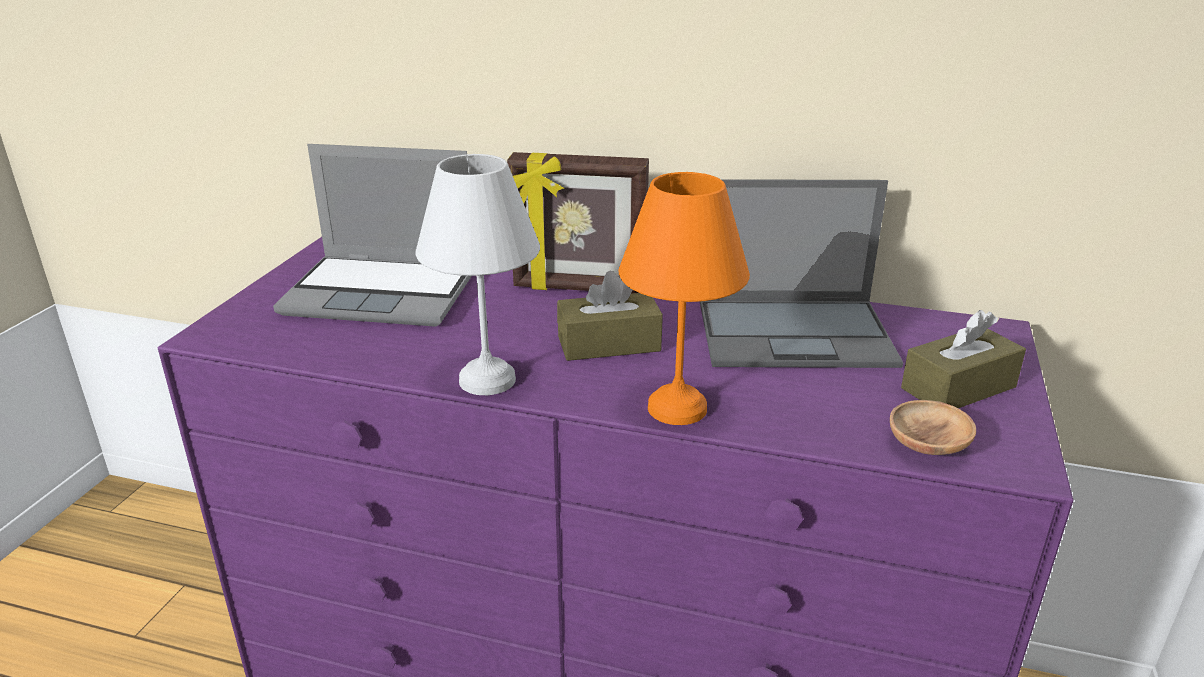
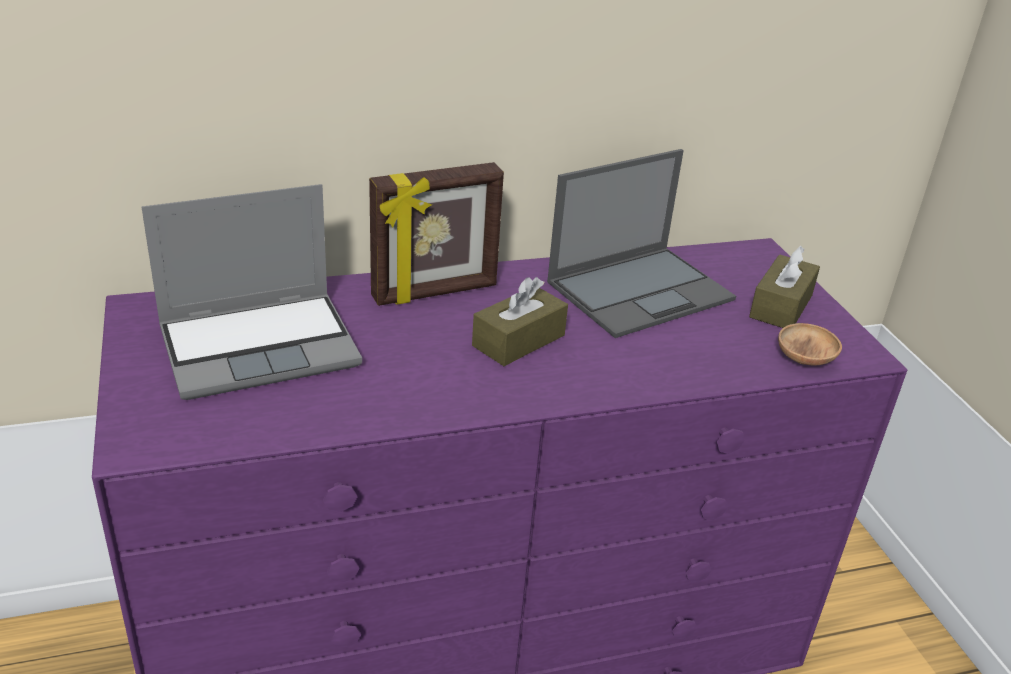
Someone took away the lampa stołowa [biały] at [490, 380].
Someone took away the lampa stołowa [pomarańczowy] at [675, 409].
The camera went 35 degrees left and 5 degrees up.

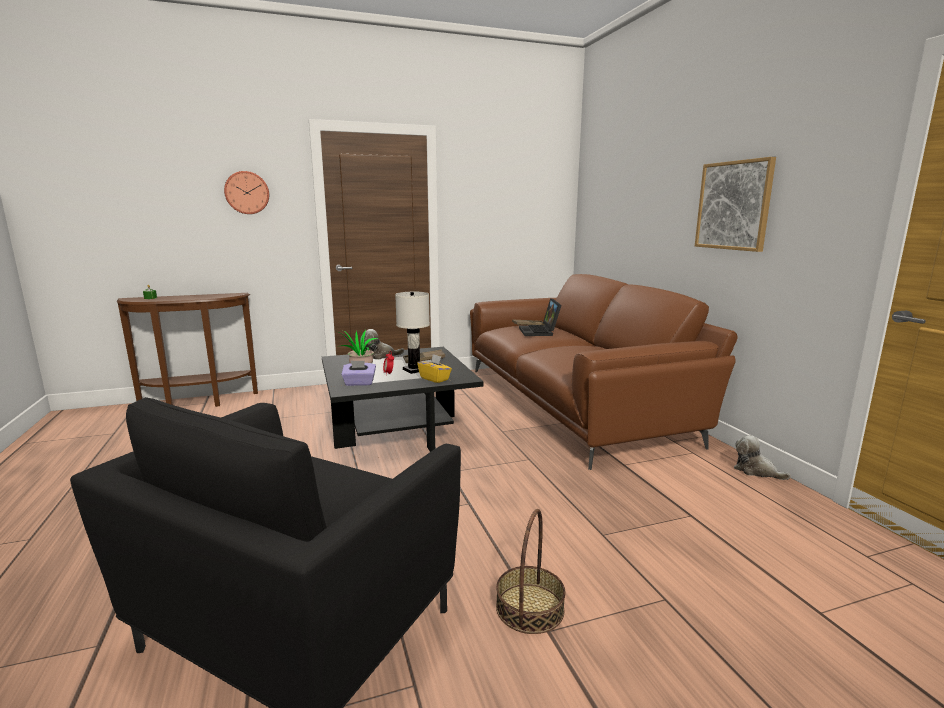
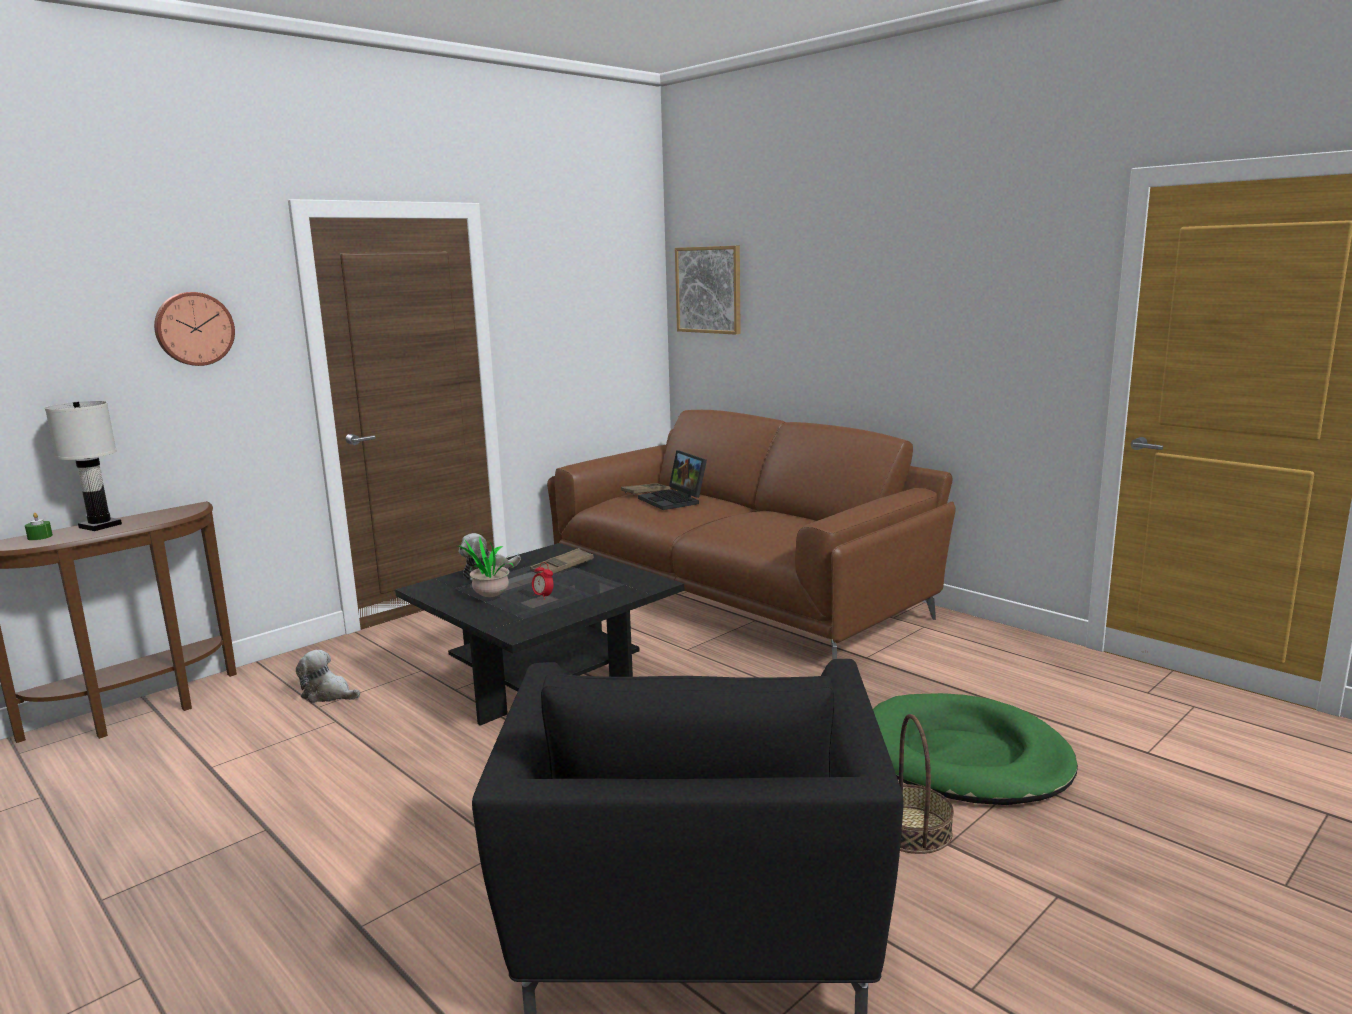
Someone took away the pudełko chusteczek [fioletowy] at [359, 383].
Someone carried the lampa stołowa [biały] from [414, 370] to [100, 526].
Someone took away the pudełko chusteczek [żółty] at [435, 379].
Someone carried the obraz from [733, 205] to [709, 290].
Someone carried the pluszak from [756, 471] to [328, 694].
Someone put down the legowisko [zielony] at [965, 757].
The camera went 25 degrees left and 0 degrees up.

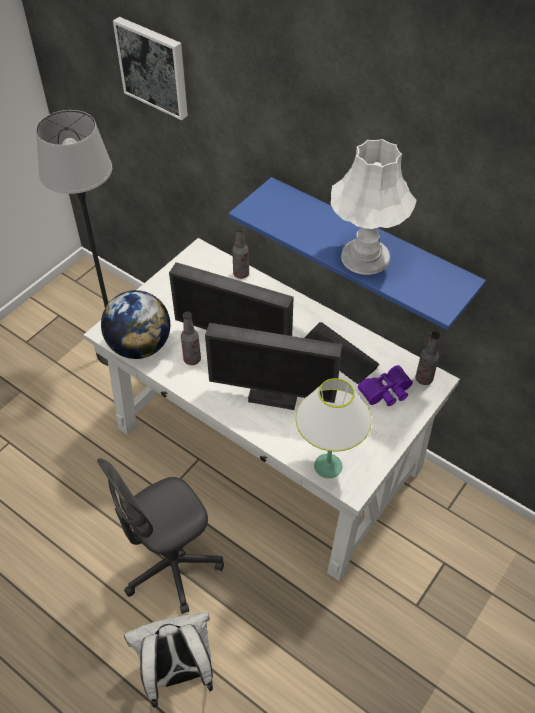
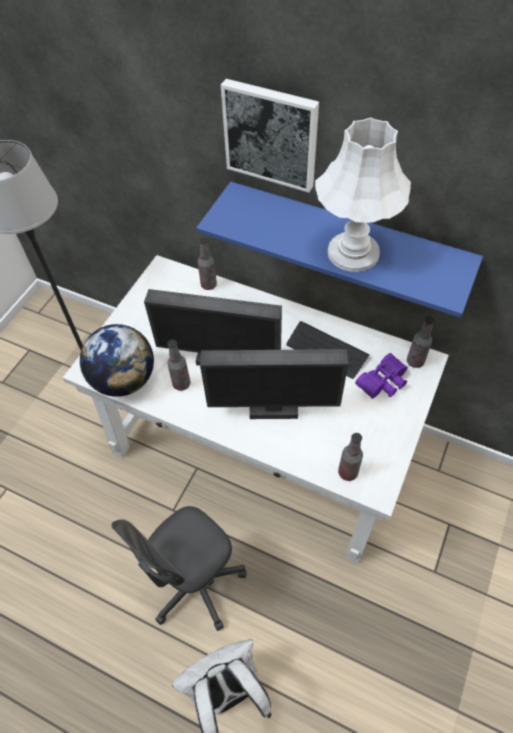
Someone carried the obraz from [154, 67] to [271, 134].
Someone swapped the lampa stołowa [biały] at [328, 466] for the butelka at [347, 472].
The camera went 10 degrees left and 5 degrees up.

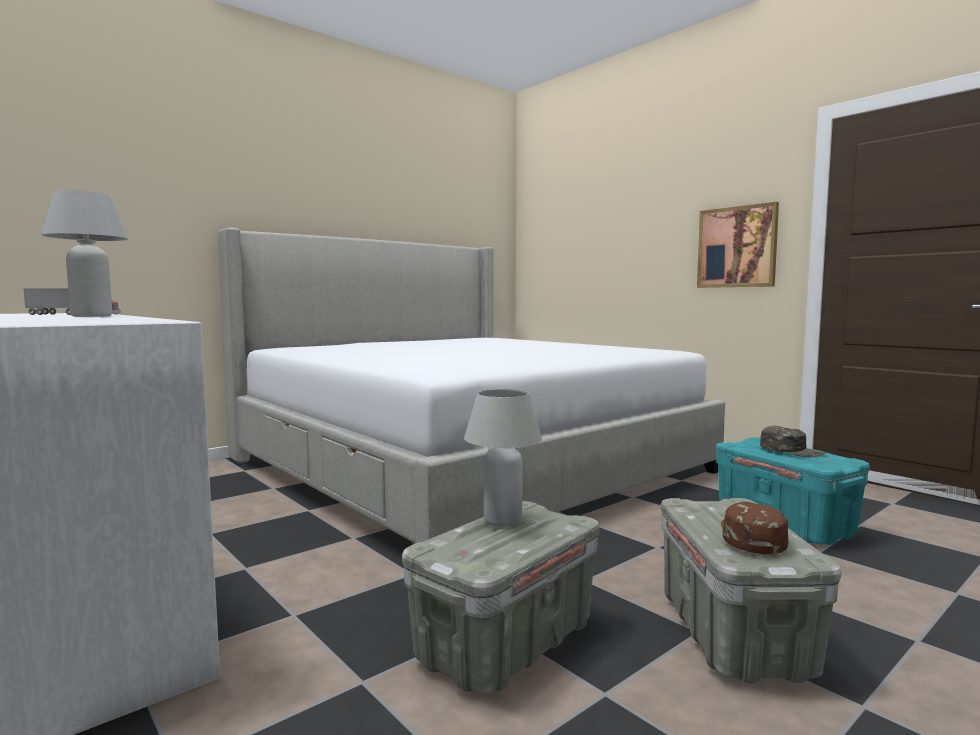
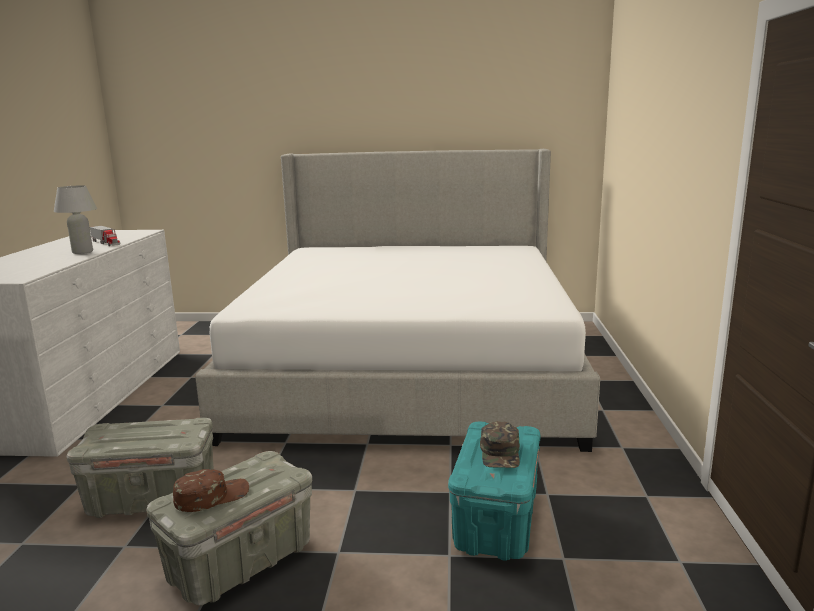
Someone took away the lampa stołowa [biały] at [502, 520].
Someone took away the obraz at [737, 247].
The camera went 45 degrees right and 10 degrees up.

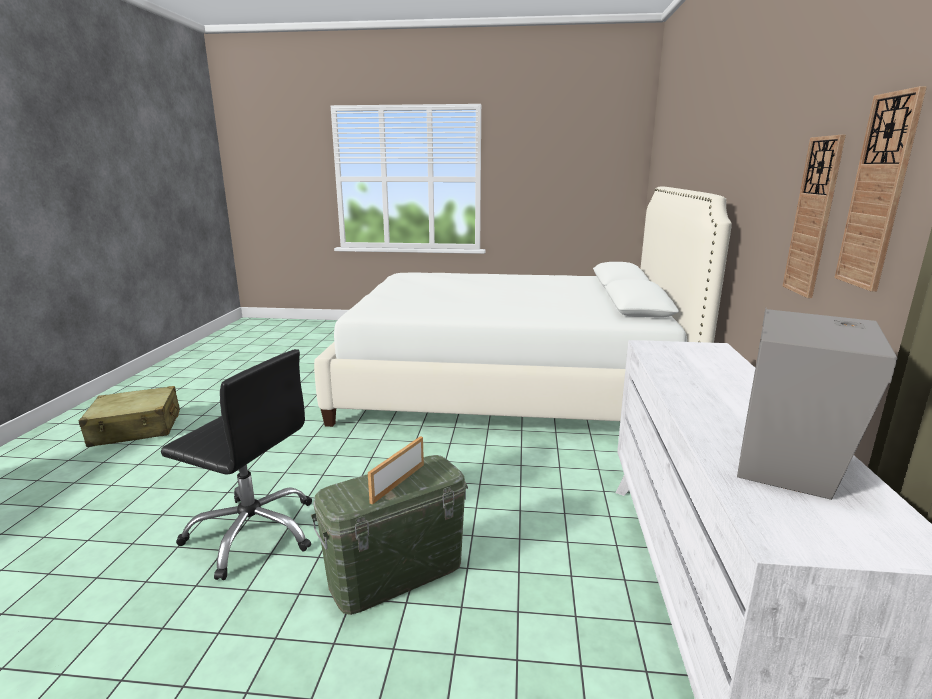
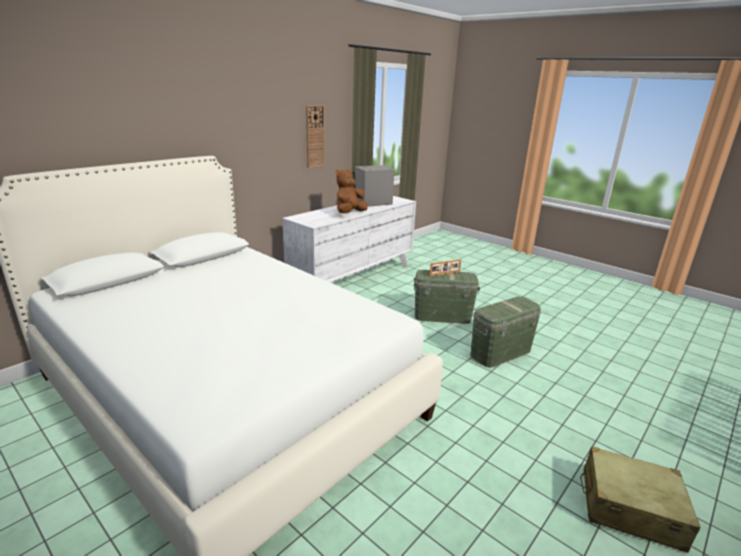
Someone swapped the krzesło biurowe [czarny] at [253, 532] for the pojemnik do przechowywania [zielony] at [500, 352].
Someone took away the zegar ścienny at [813, 217].
Someone put down the pluszak [brązowy] at [349, 213].
The camera went 145 degrees left and 5 degrees up.

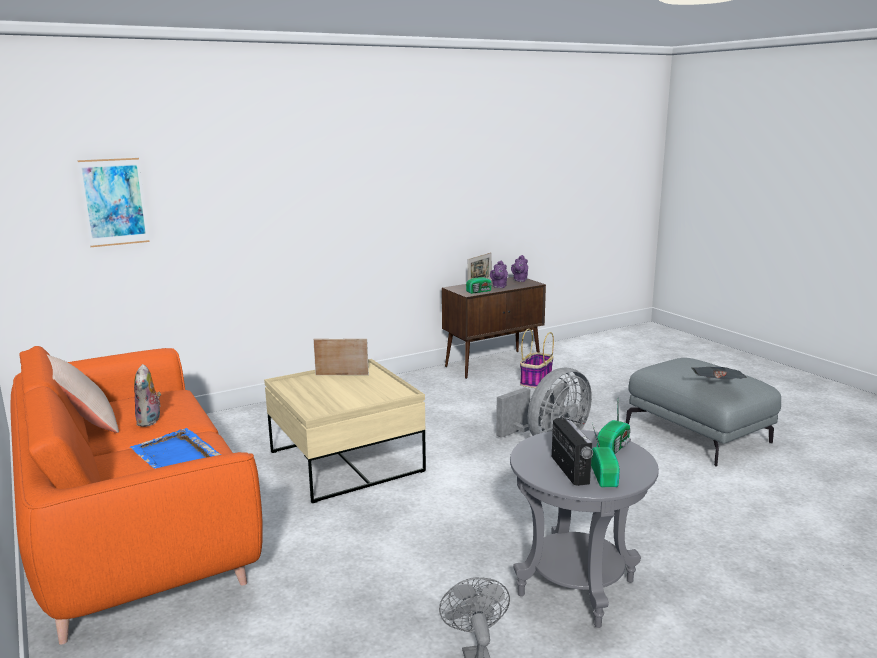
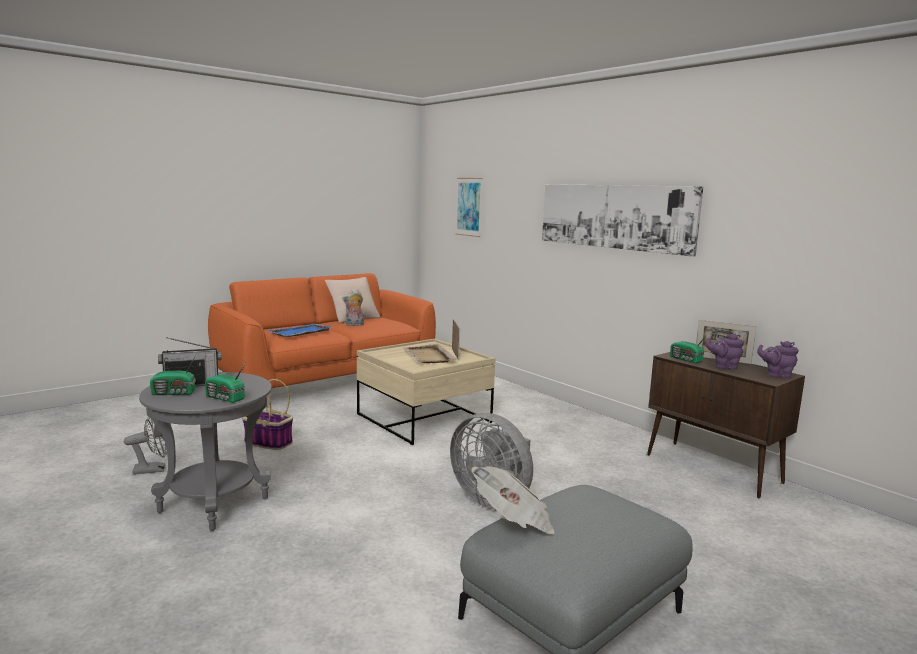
Someone carried the koszyk from [536, 381] to [267, 442].
Someone put down the taca [beżowy] at [428, 356].
Someone put up the obraz at [614, 216].
The camera went 80 degrees right and 5 degrees down.

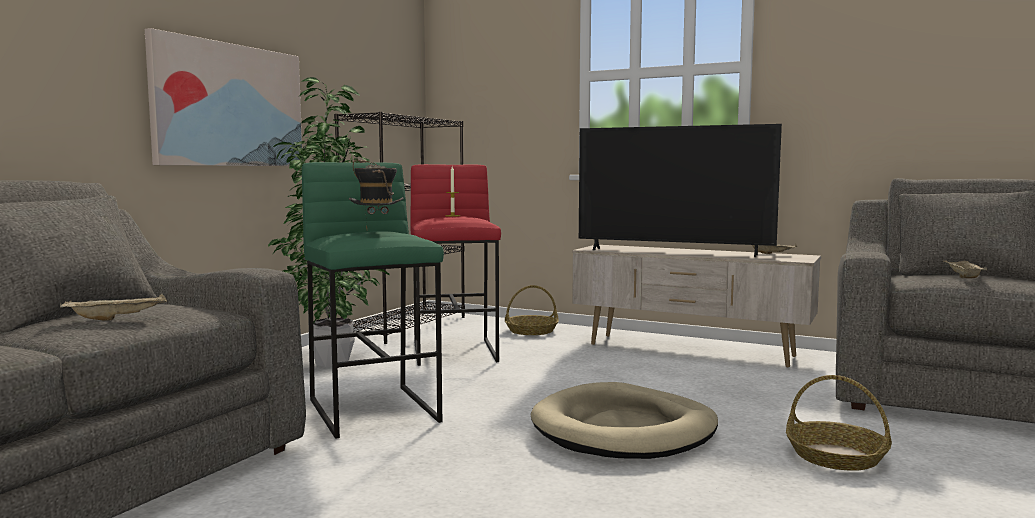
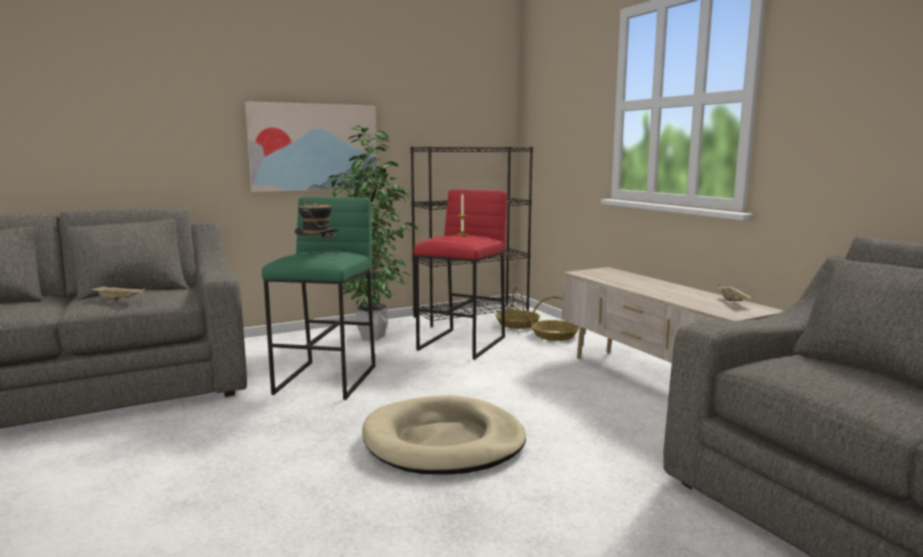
Someone took away the telewizor at [672, 252].
Someone carried the koszyk from [836, 457] to [517, 324].
Someone took away the taca [beżowy] at [962, 277].
The camera went 35 degrees right and 5 degrees up.

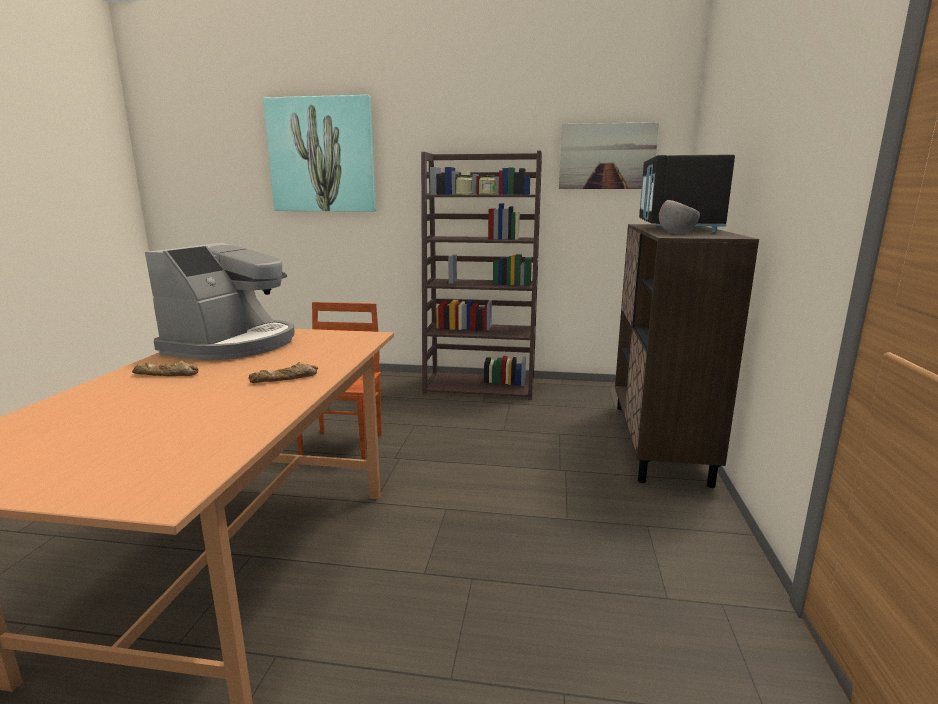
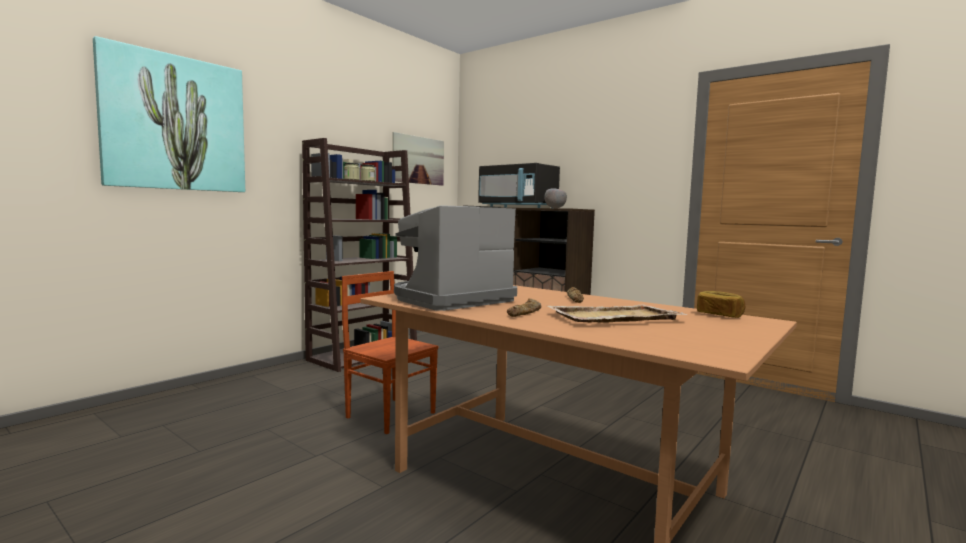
Someone rotated the ekspres do kawy at [233, 344] by 90 degrees counterclockwise.
Someone put down the taca [beżowy] at [613, 317].
Someone put down the chleb at [719, 315].
The camera went 60 degrees left and 10 degrees down.

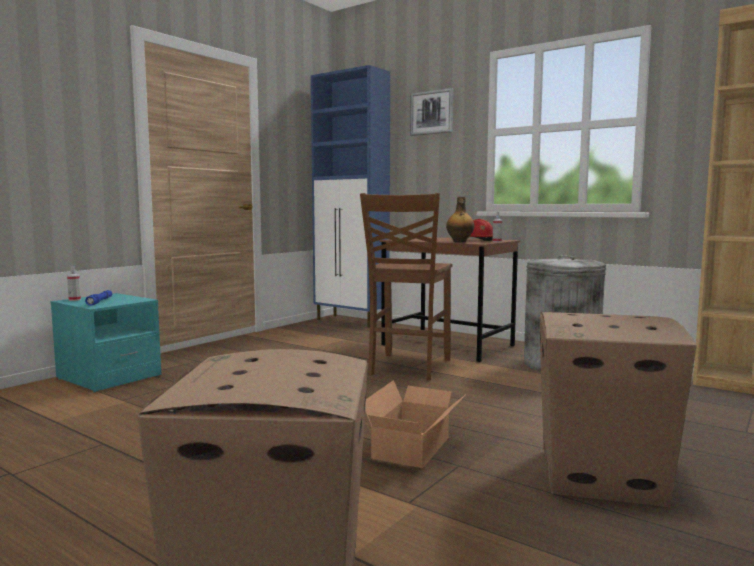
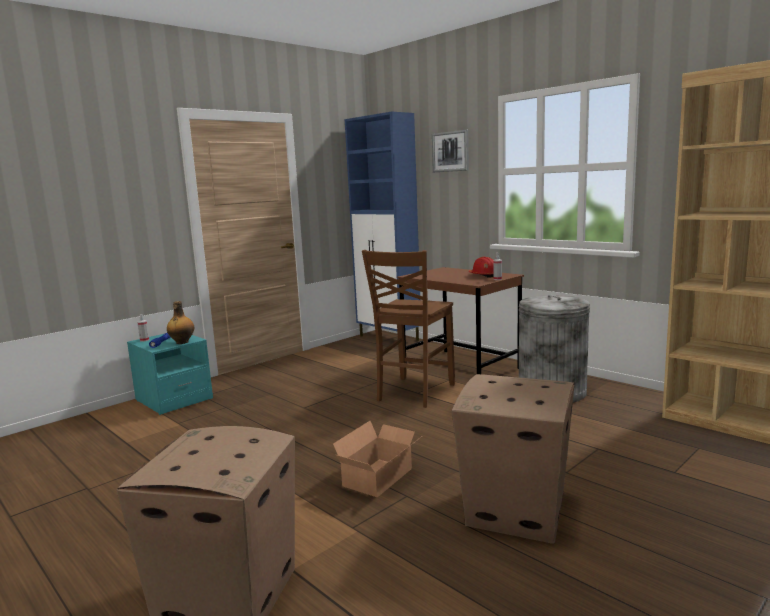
Someone carried the butelka from [459, 242] to [182, 342].
The camera went 10 degrees right and 5 degrees up.

